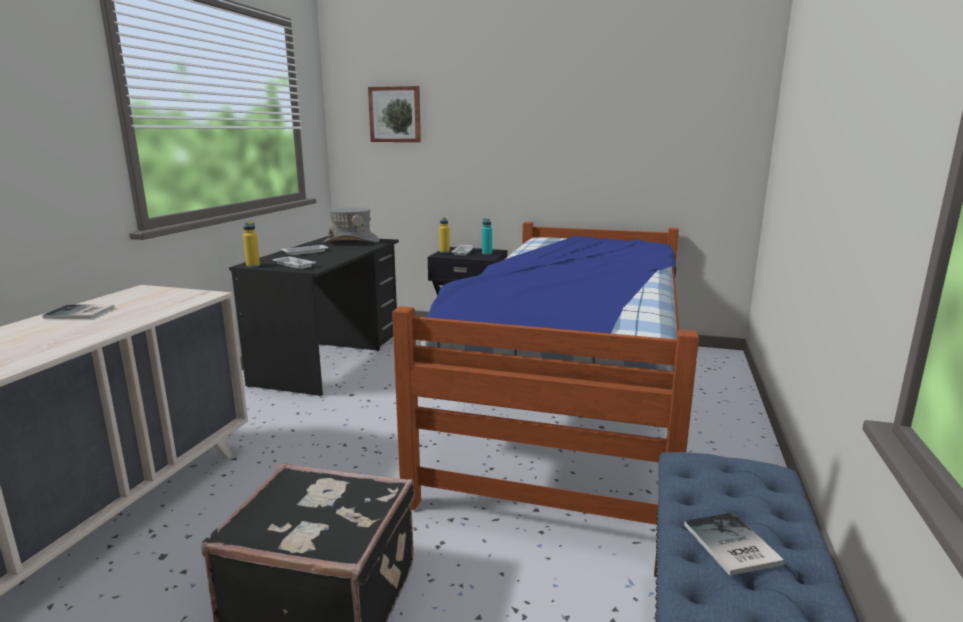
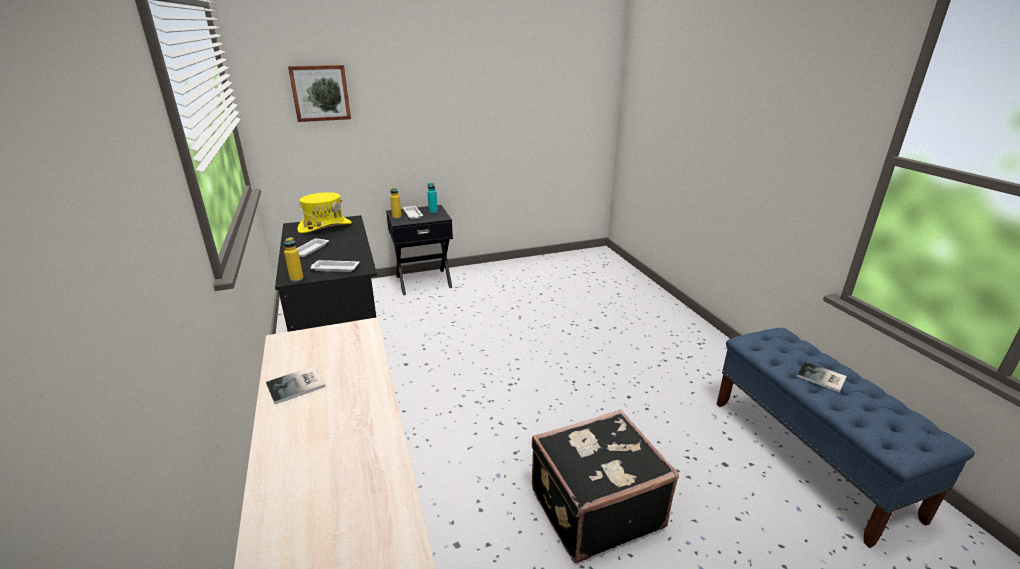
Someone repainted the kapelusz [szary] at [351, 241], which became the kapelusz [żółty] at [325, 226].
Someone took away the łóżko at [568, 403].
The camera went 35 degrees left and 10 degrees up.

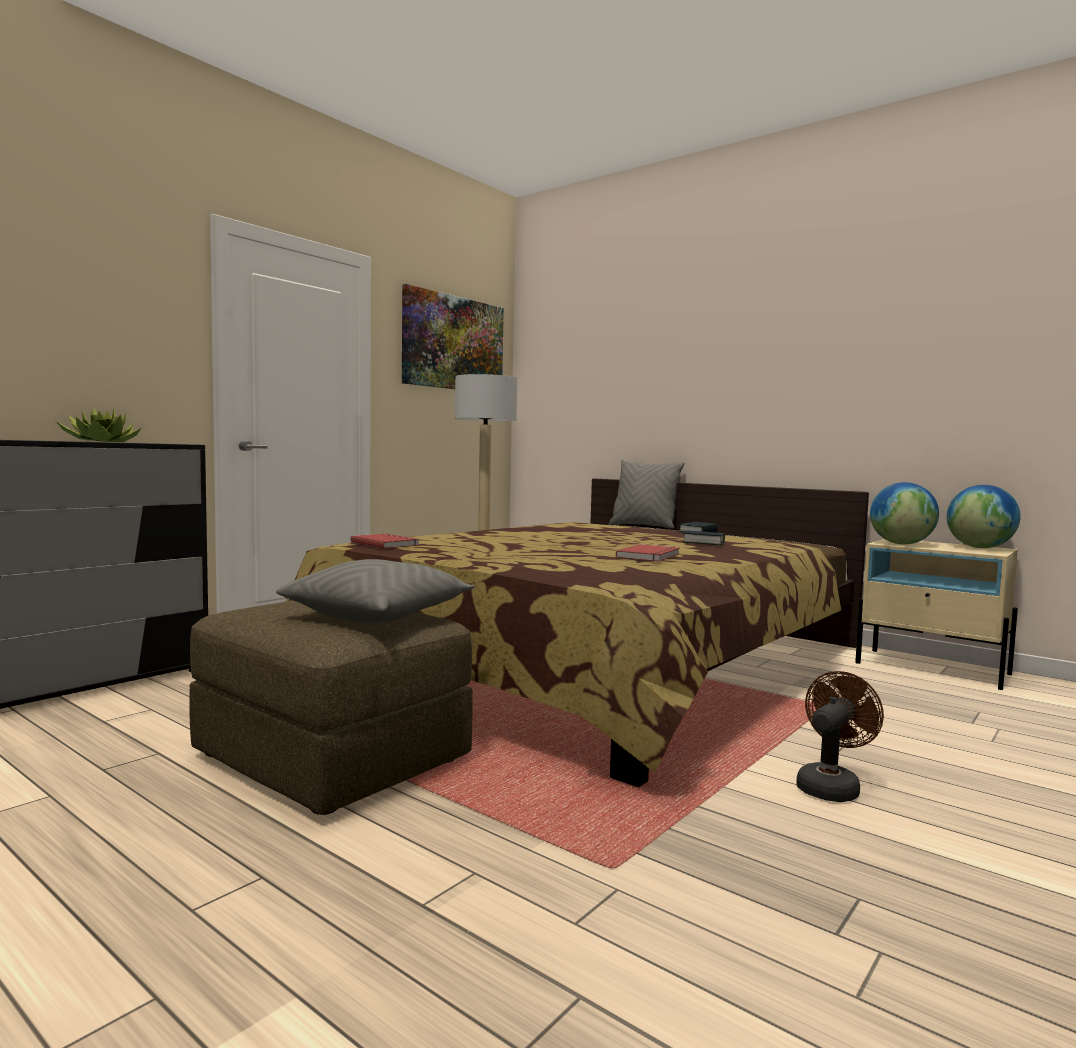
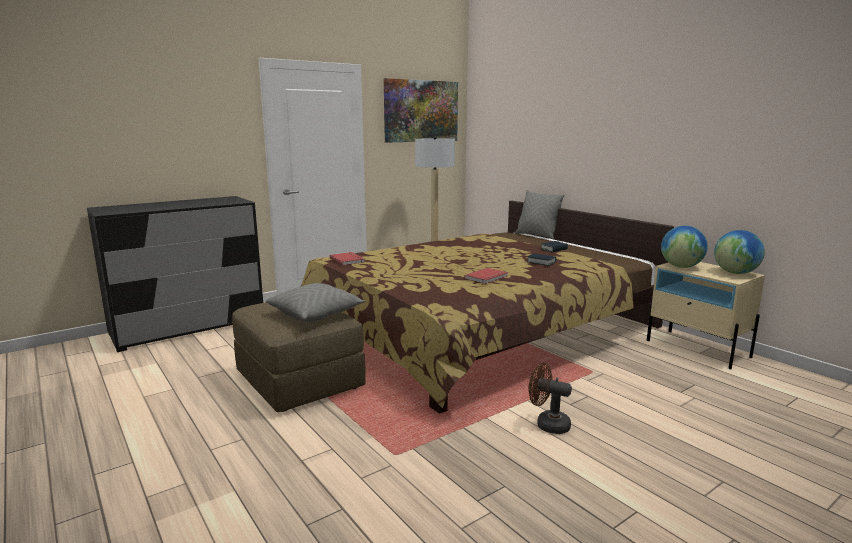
Someone took away the roślina doniczkowa at [101, 441].
Someone rotated the wentylator [brązowy] at [831, 786] by 120 degrees counterclockwise.
The camera went 15 degrees right and 10 degrees up.

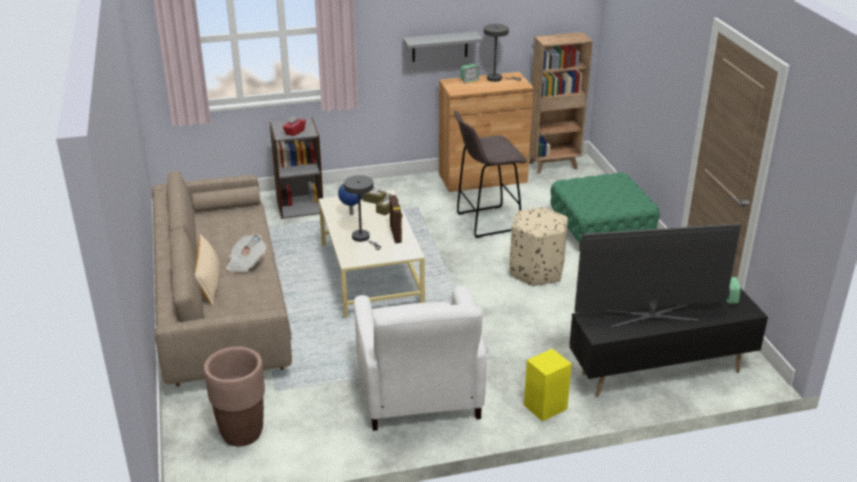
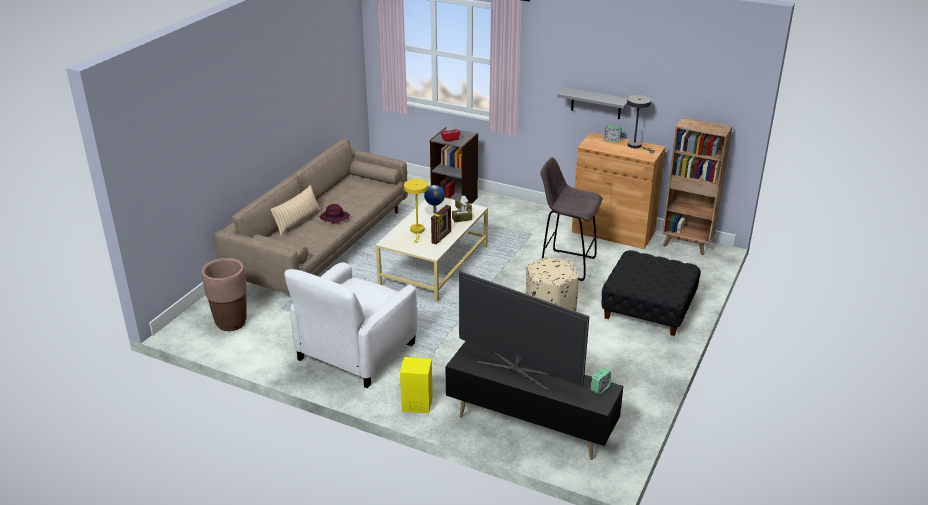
Someone swapped the gazeta at [246, 263] for the kapelusz [fioletowy] at [334, 218].
Someone repainted the lampa stołowa [szary] at [363, 238], which became the lampa stołowa [żółty] at [417, 231].
Someone repainted the pufa [zielony] at [601, 230], which became the pufa [czarny] at [648, 308].
The camera went 40 degrees right and 0 degrees up.

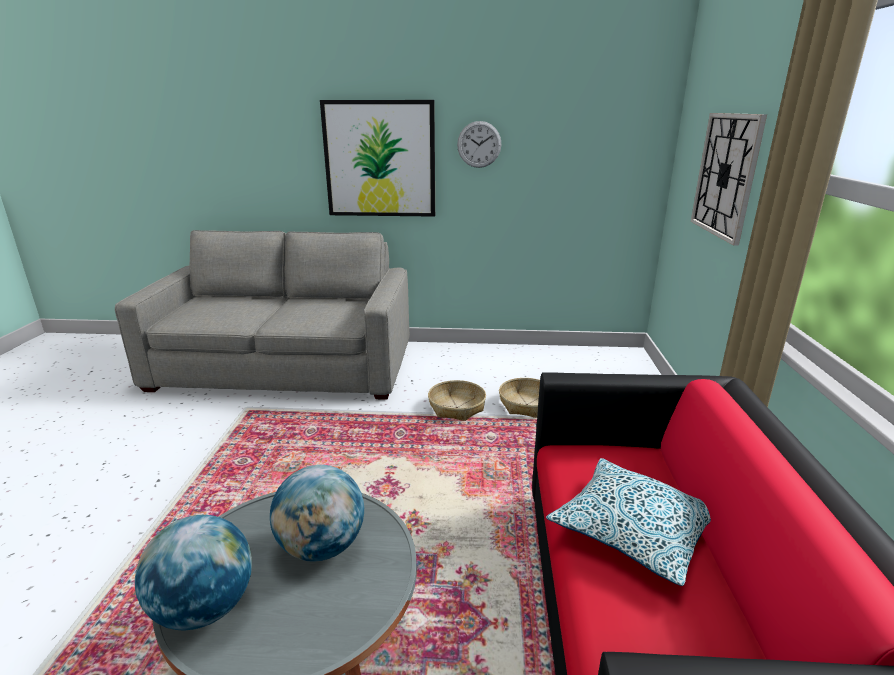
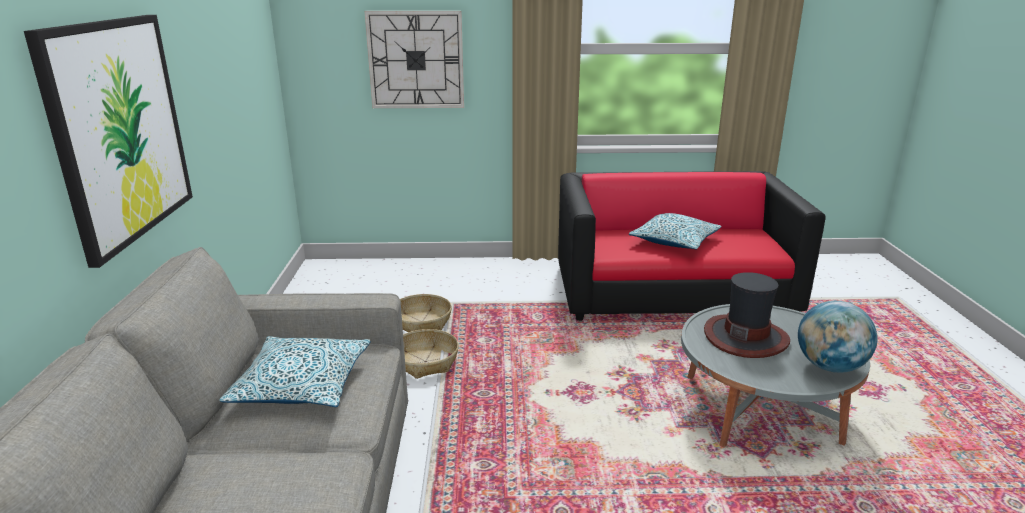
Someone swapped the globus at [321, 547] for the kapelusz at [745, 337].
Someone took away the zegar ścienny at [479, 144].
Someone put down the poduszka at [302, 385].
The camera went 95 degrees left and 0 degrees up.

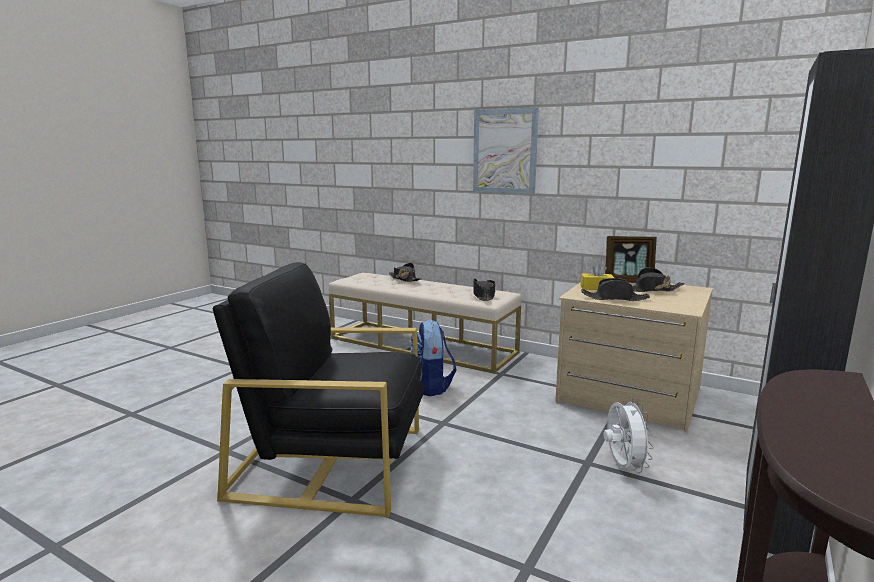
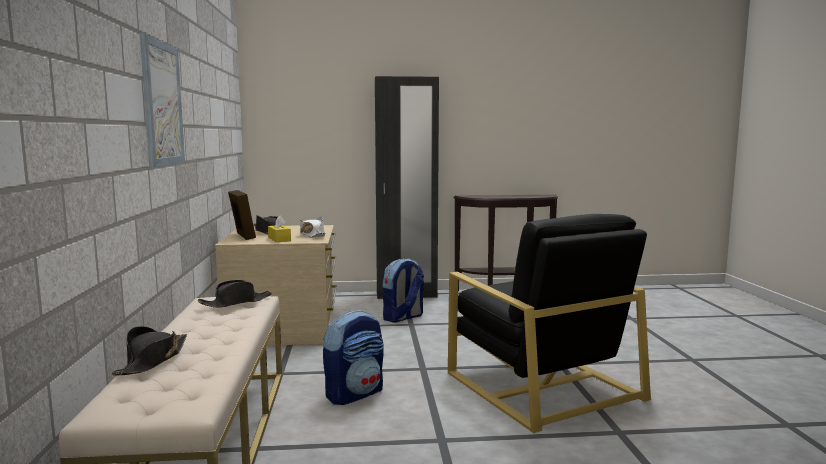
Someone repainted the kapelusz [czarny] at [615, 298], which became the kapelusz [biały] at [312, 235].
Someone swapped the wentylator [biały] at [622, 467] for the plecak at [403, 317].
The camera went 125 degrees left and 5 degrees down.

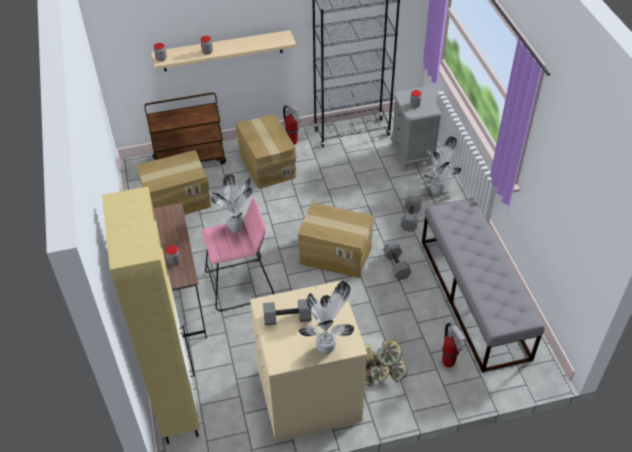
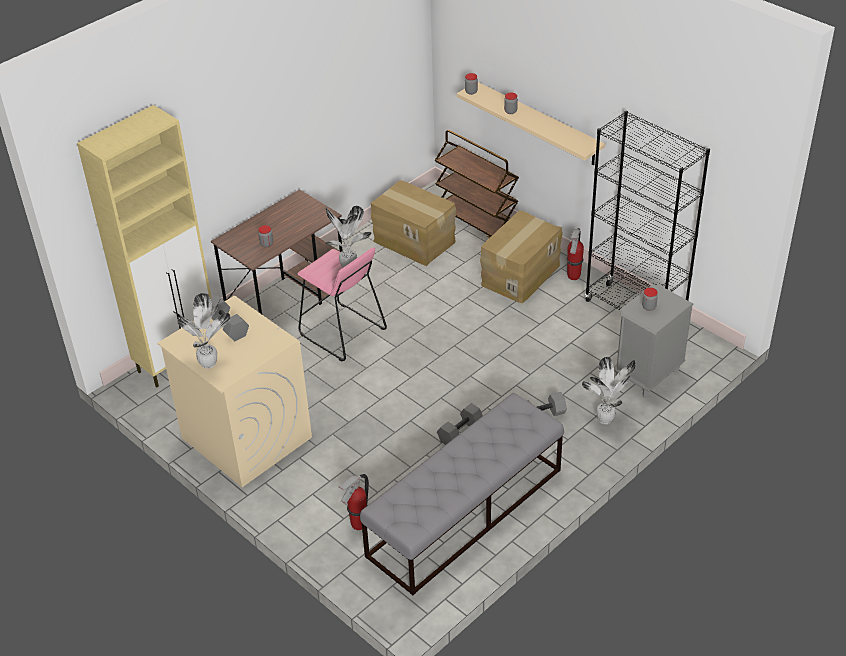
Someone took away the karton at [336, 254].
Someone took away the roślina doniczkowa at [381, 372].
The camera went 60 degrees right and 5 degrees down.

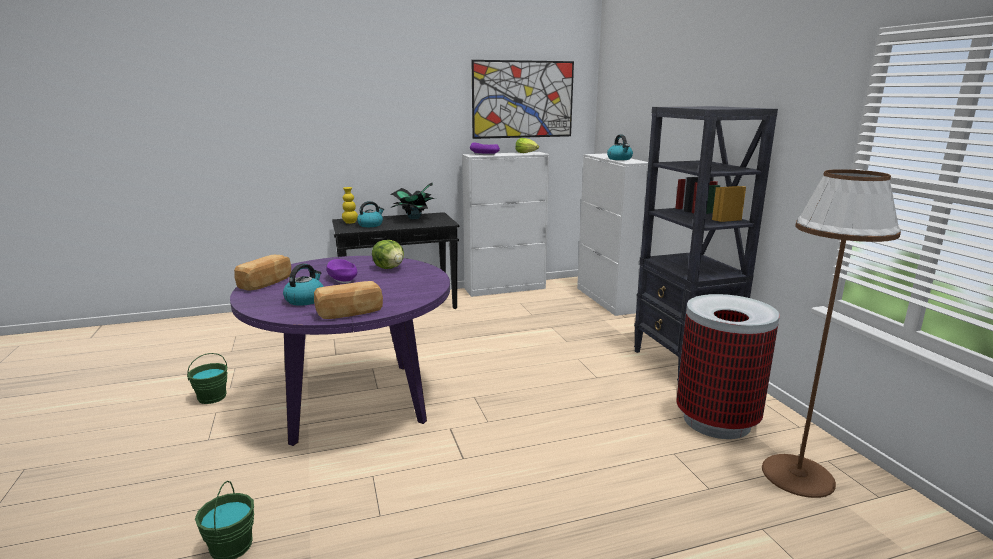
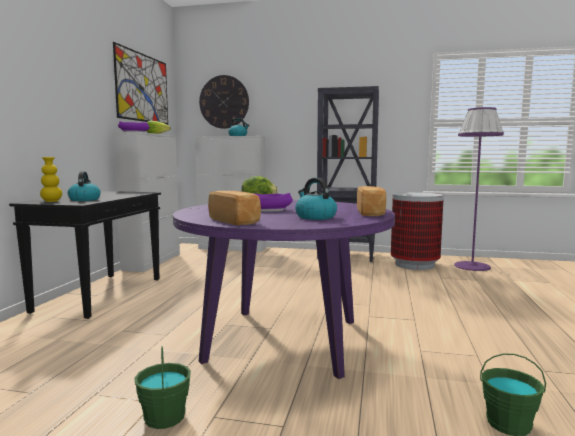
Someone took away the roślina doniczkowa at [414, 218].
Someone repainted the lampa stojąca [brązowy] at [798, 475], which became the lampa stojąca [fioletowy] at [472, 266].
Someone put up the zegar ścienny at [224, 102].
The camera went 60 degrees left and 10 degrees down.

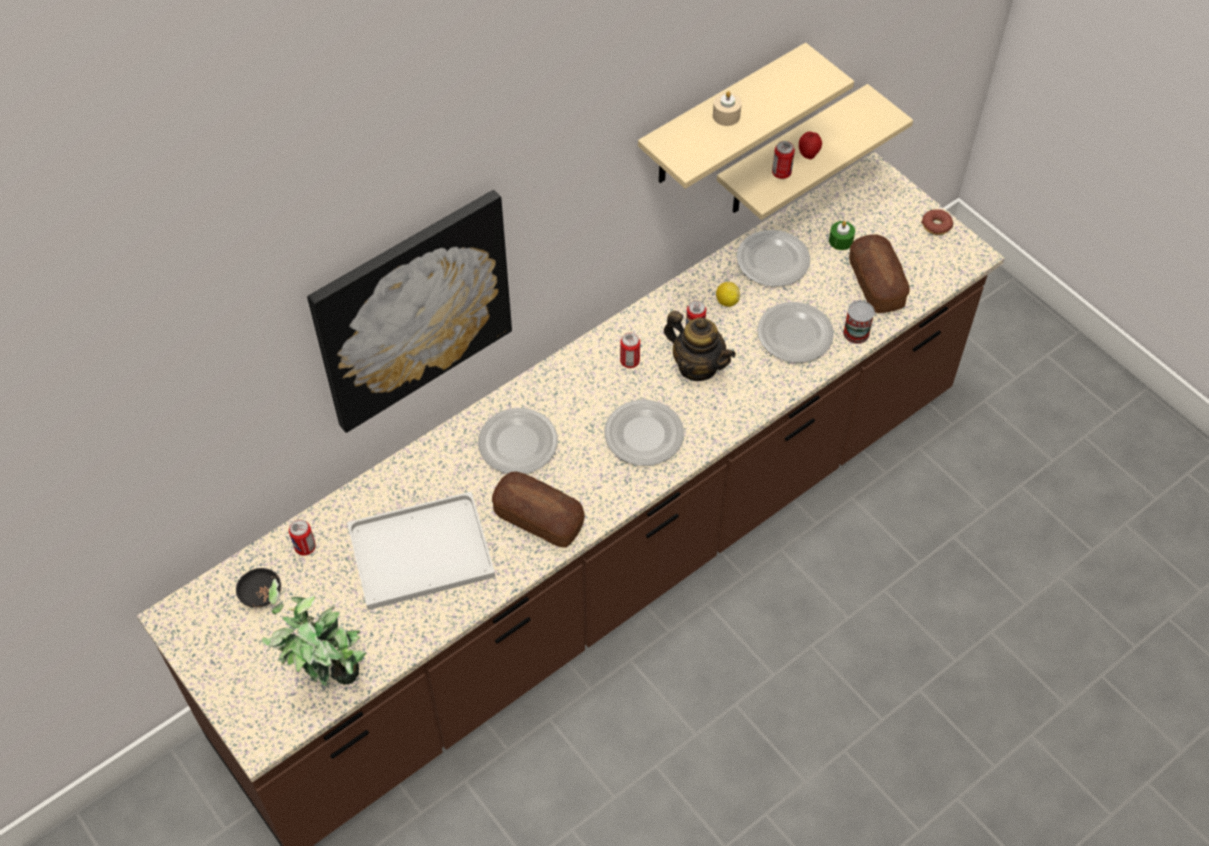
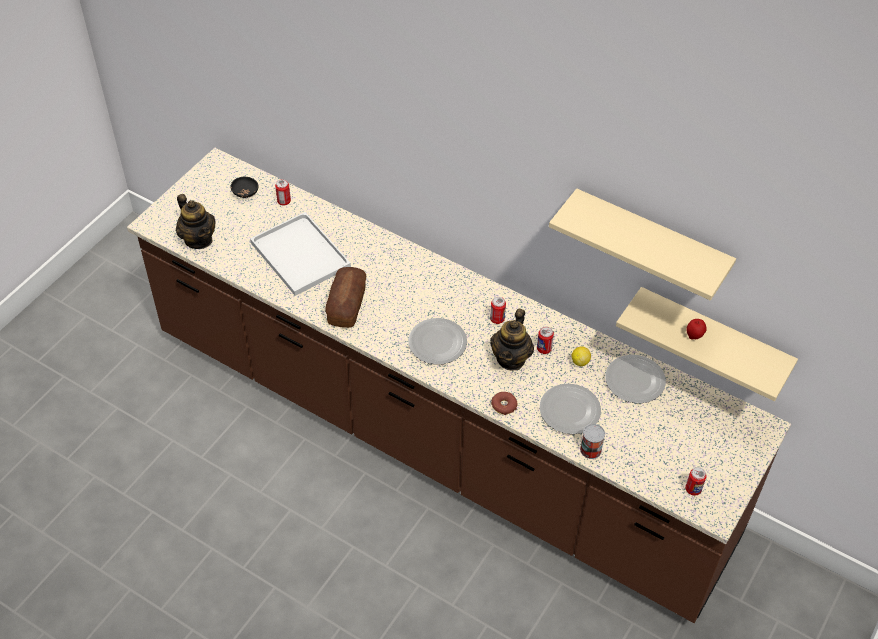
Someone swapped the roślina doniczkowa at [328, 678] for the imbryk at [198, 239].
Someone took away the obraz at [413, 310].
Someone took away the talerz at [519, 444].
Someone took away the świeca [beżowy] at [726, 116].
Someone carried the puszka from [781, 173] to [693, 489].
Someone took away the świeca [zielony] at [840, 240].
Someone took away the chleb at [876, 283].
Someone carried the donut from [936, 226] to [504, 405].
The camera went 70 degrees right and 5 degrees down.

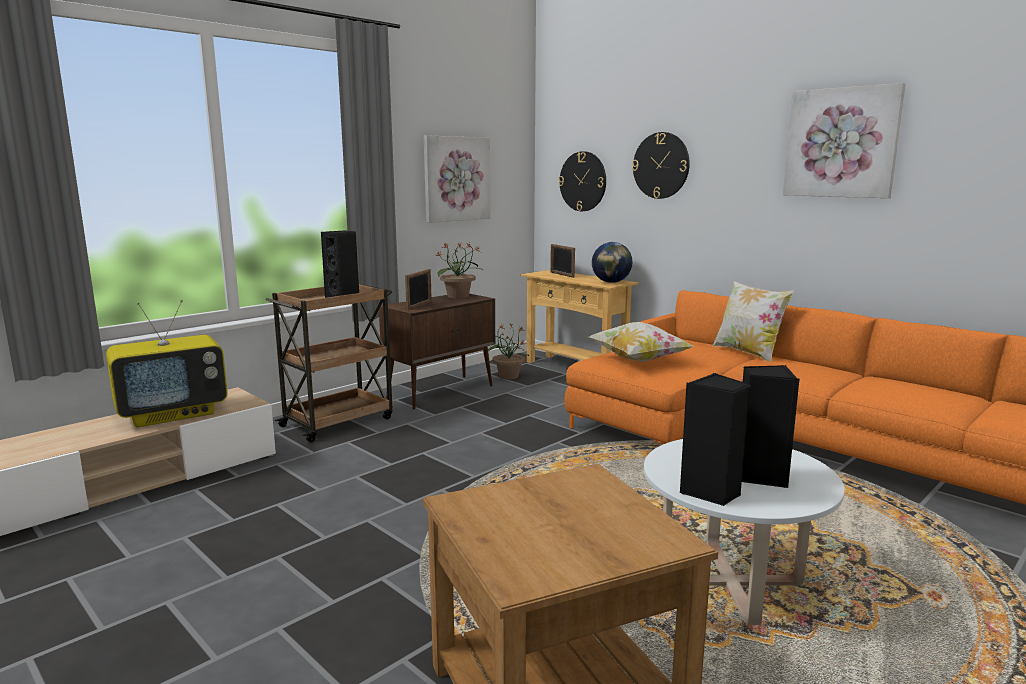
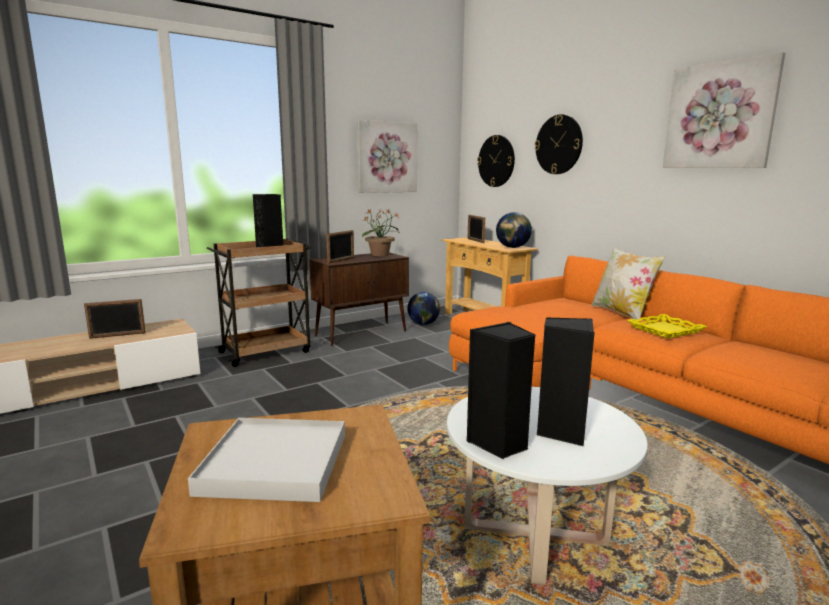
Someone swapped the telewizor at [173, 414] for the ramka na zdjęcie at [118, 335].
Someone swapped the roślina doniczkowa at [508, 376] for the globus at [423, 324].
Someone took away the poduszka at [638, 360].
Someone put down the taca [biały] at [275, 463].
Someone put down the taca [żółty] at [665, 330].
The camera went 10 degrees right and 0 degrees up.

